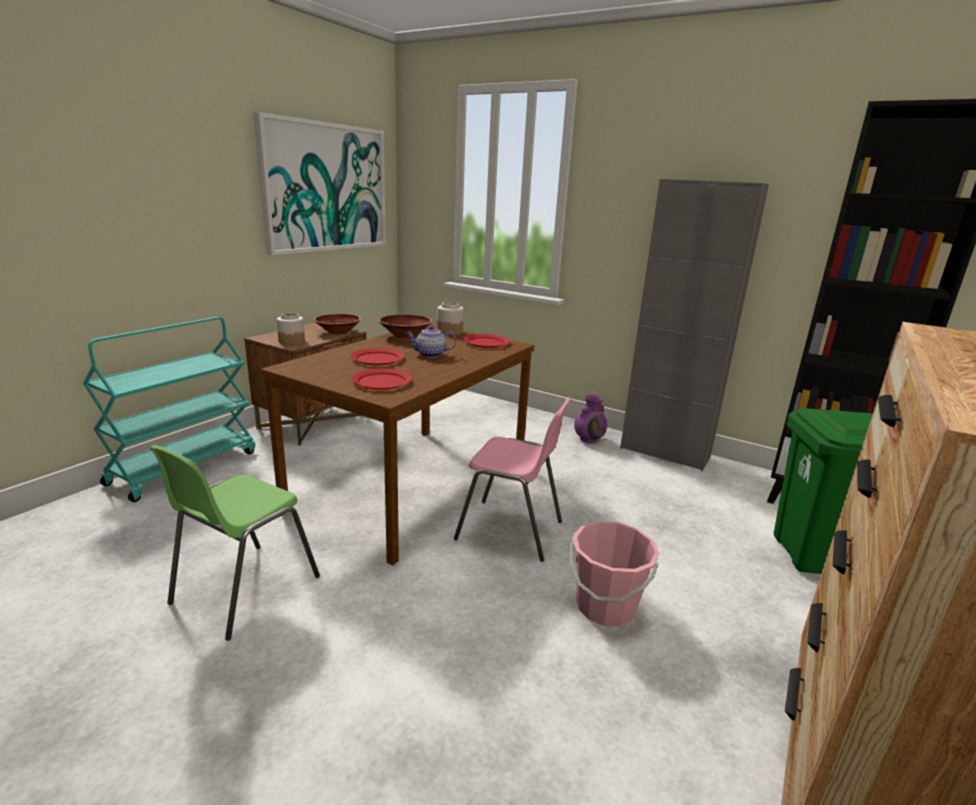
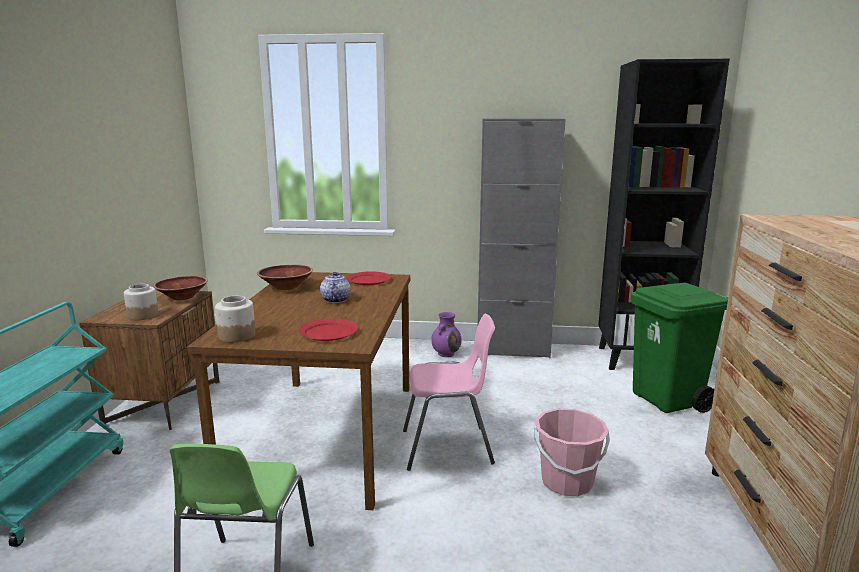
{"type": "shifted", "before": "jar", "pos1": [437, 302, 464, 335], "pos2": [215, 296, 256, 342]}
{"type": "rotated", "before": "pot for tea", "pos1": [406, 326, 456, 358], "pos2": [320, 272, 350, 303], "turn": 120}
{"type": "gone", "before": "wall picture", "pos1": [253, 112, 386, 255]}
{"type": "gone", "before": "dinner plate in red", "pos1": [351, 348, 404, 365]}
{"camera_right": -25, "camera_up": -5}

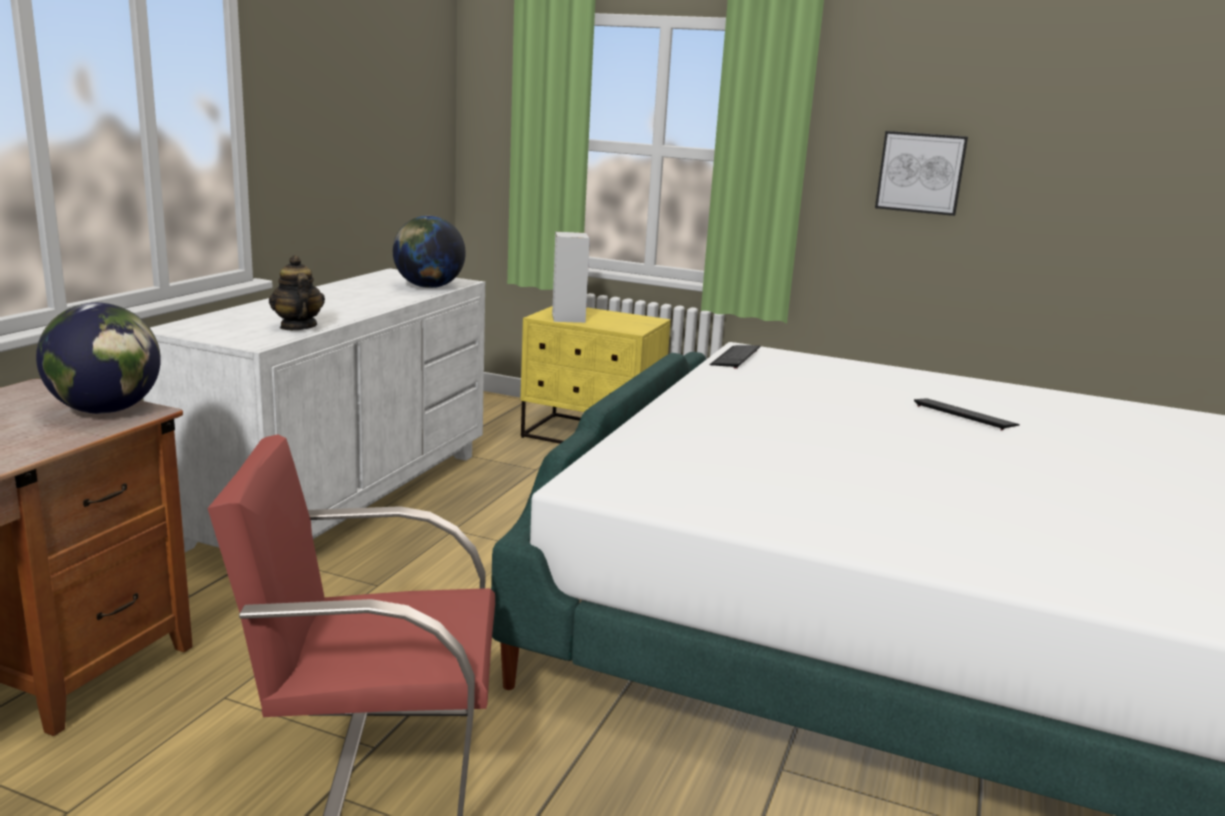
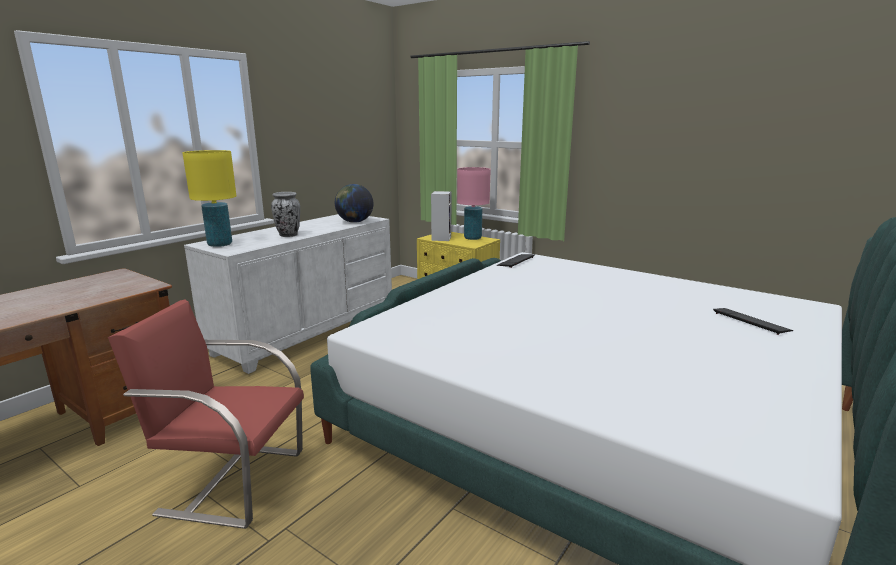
{"type": "new", "after": "table lamp in yellow-coloured", "pos2": [182, 150, 236, 247]}
{"type": "new", "after": "decorative vase", "pos2": [271, 192, 300, 237]}
{"type": "new", "after": "table lamp in pink-coloured", "pos2": [457, 167, 491, 240]}
{"type": "shifted", "before": "keyboard", "pos1": [914, 398, 1020, 431], "pos2": [713, 308, 793, 335]}
{"type": "gone", "before": "desk globe", "pos1": [36, 303, 161, 414]}
{"type": "gone", "before": "pot for tea", "pos1": [269, 255, 325, 330]}
{"type": "gone", "before": "wall picture", "pos1": [875, 131, 968, 216]}
{"camera_right": 15, "camera_up": 0}

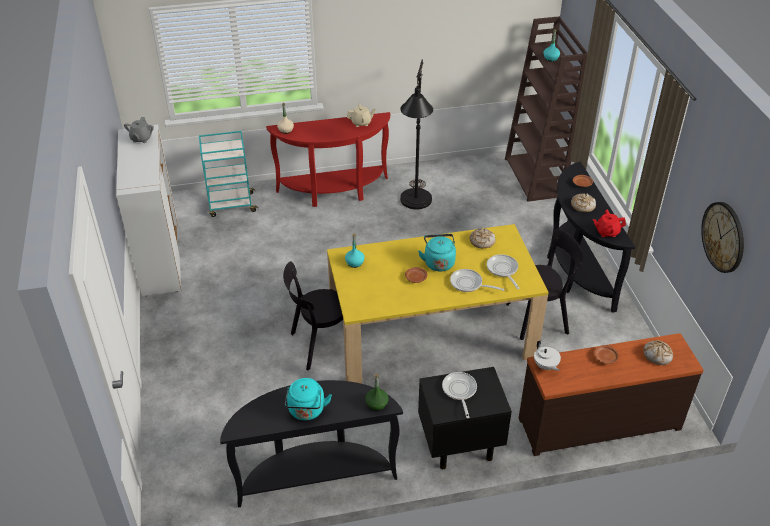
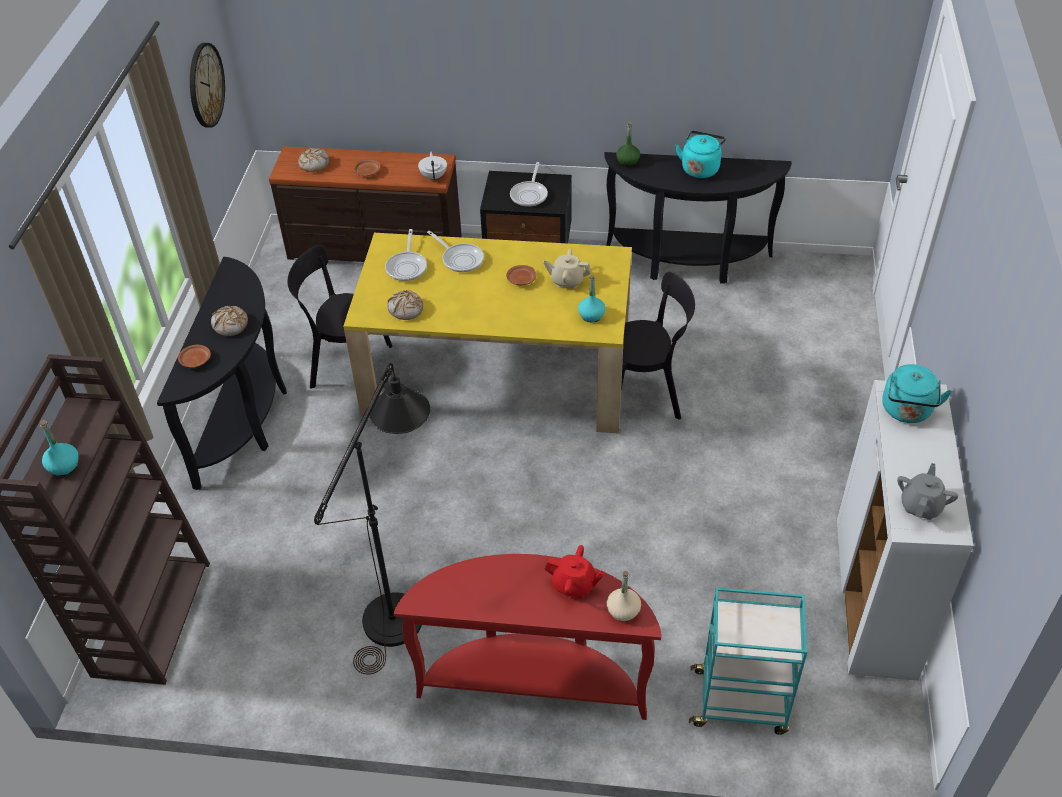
{"type": "shifted", "before": "pot for tea in beige", "pos1": [347, 104, 376, 127], "pos2": [543, 249, 591, 289]}
{"type": "shifted", "before": "pot for tea in red", "pos1": [593, 210, 626, 237], "pos2": [544, 545, 605, 598]}
{"type": "shifted", "before": "tea kettle in turquoise", "pos1": [418, 234, 456, 272], "pos2": [882, 364, 952, 423]}
{"camera_right": -160, "camera_up": 5}

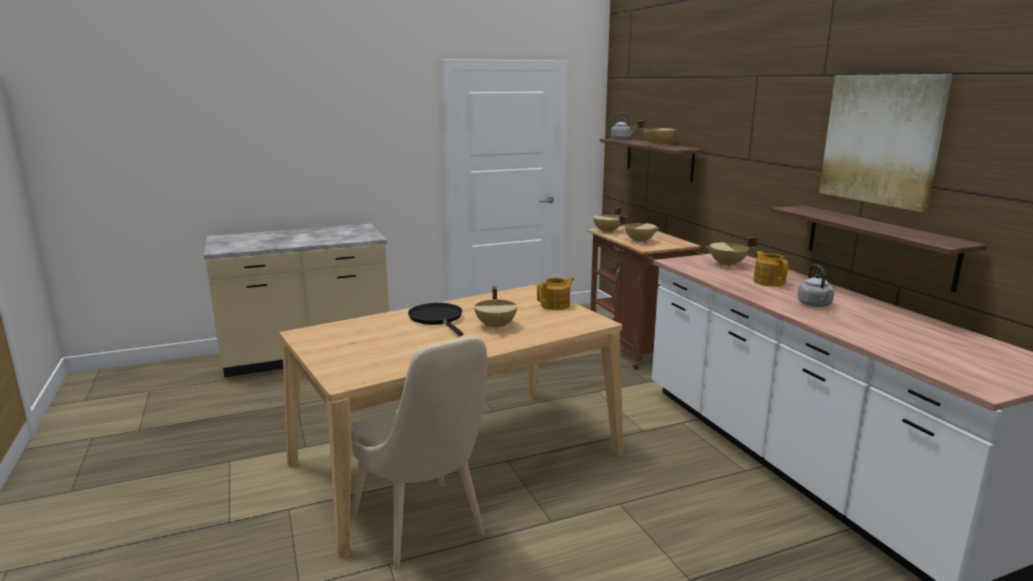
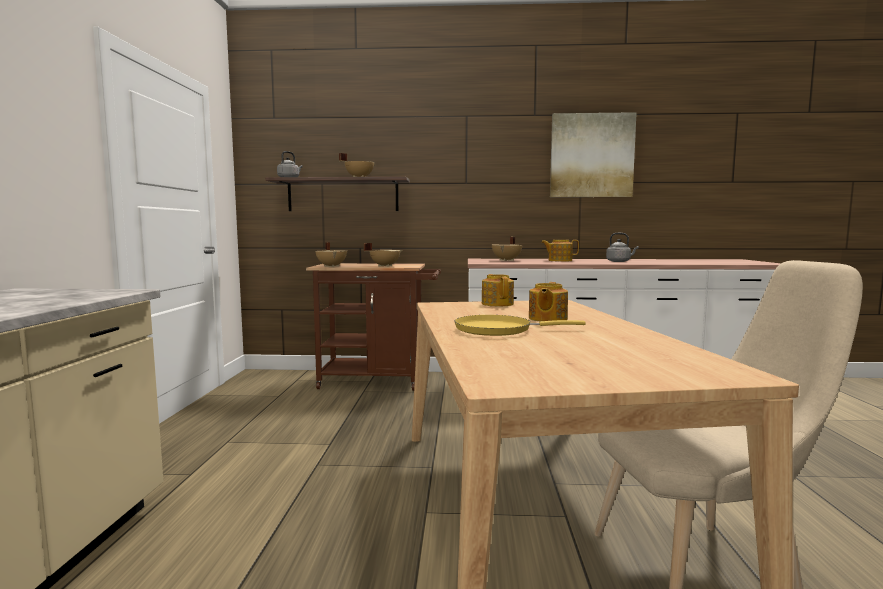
{"type": "repainted", "before": "frying pan in black-coloured", "after": "frying pan in yellow-coloured", "pos1": [408, 303, 463, 336], "pos2": [454, 315, 586, 336]}
{"type": "swapped", "before": "saucepot in beige", "after": "pot for tea", "pos1": [474, 286, 518, 330], "pos2": [529, 282, 568, 321]}
{"type": "gone", "before": "bracket shelf", "pos1": [772, 205, 987, 292]}
{"camera_right": -65, "camera_up": -10}

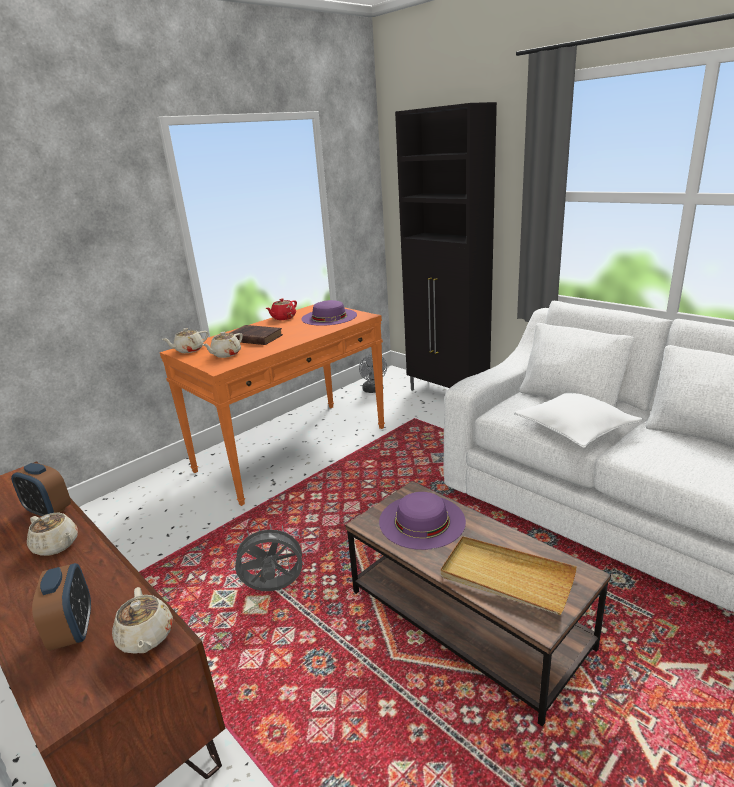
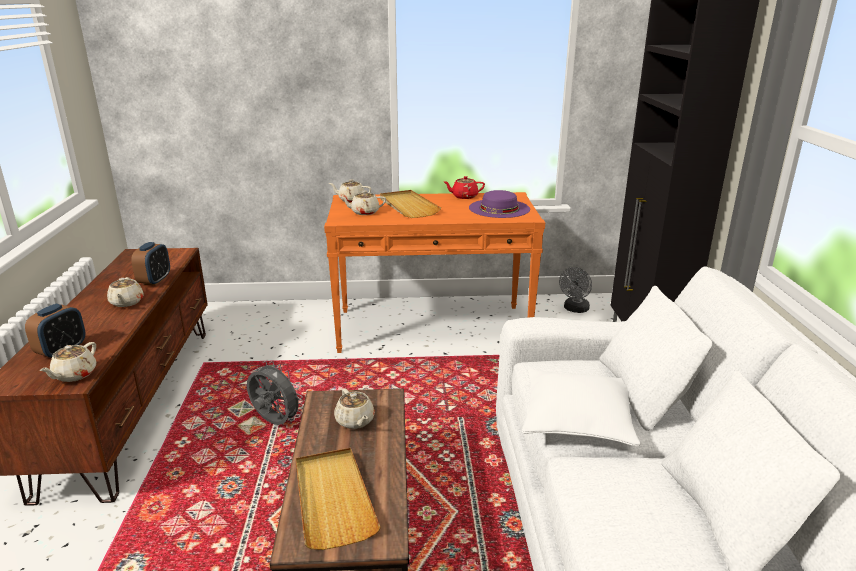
{"type": "rotated", "before": "table clock", "pos1": [11, 463, 71, 517], "pos2": [131, 242, 170, 286], "turn": -150}
{"type": "swapped", "before": "wearable hat in purple-coloured", "after": "pot for tea in beige", "pos1": [379, 492, 466, 550], "pos2": [334, 388, 375, 429]}
{"type": "swapped", "before": "bound book in brownish", "after": "tray in beige", "pos1": [230, 325, 283, 345], "pos2": [380, 190, 441, 218]}
{"camera_right": 40, "camera_up": 0}

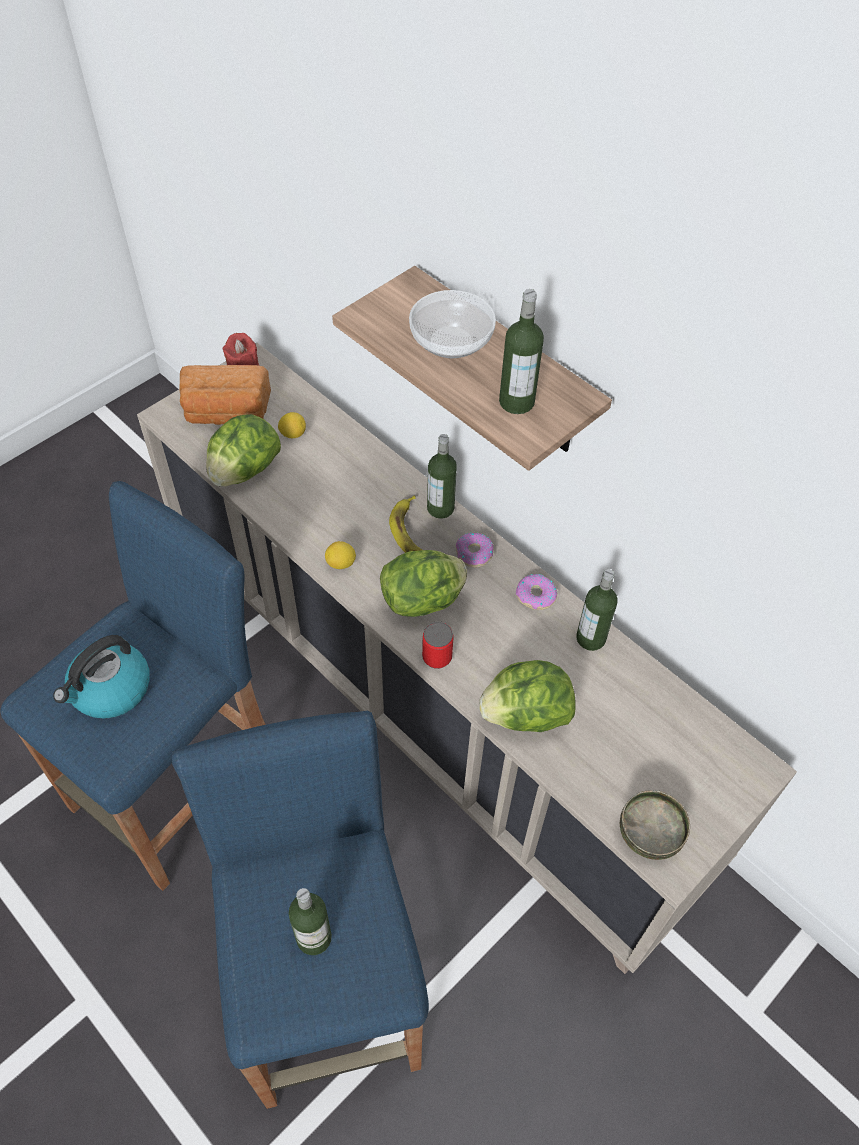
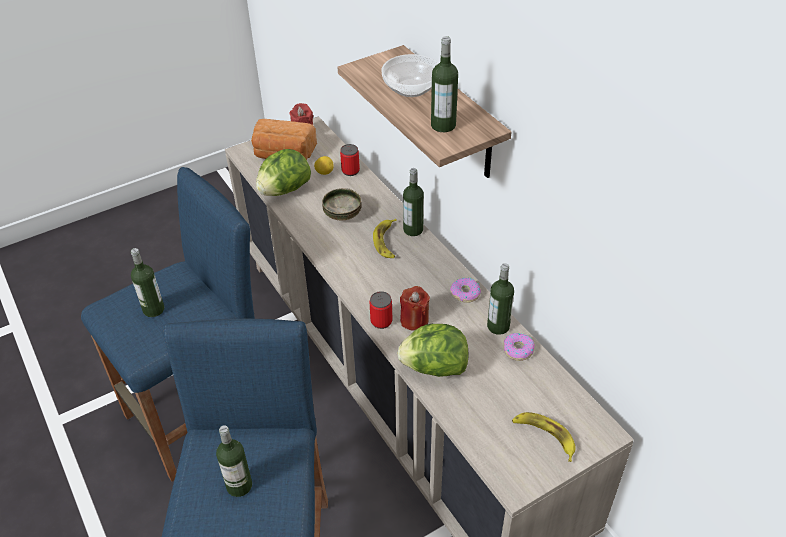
{"type": "swapped", "before": "tea kettle", "after": "bottle", "pos1": [53, 635, 150, 719], "pos2": [131, 248, 164, 317]}
{"type": "shifted", "before": "bowl", "pos1": [620, 790, 690, 860], "pos2": [322, 188, 362, 220]}
{"type": "new", "after": "metal can", "pos2": [340, 144, 360, 176]}
{"type": "new", "after": "wax light in red", "pos2": [400, 286, 430, 331]}
{"type": "shifted", "before": "donut", "pos1": [456, 533, 493, 568], "pos2": [504, 333, 535, 361]}
{"type": "new", "after": "whole banana", "pos2": [512, 412, 576, 462]}
{"type": "gone", "before": "whole lemon", "pos1": [325, 541, 356, 569]}
{"type": "gone", "before": "lettuce", "pos1": [380, 550, 467, 617]}
{"camera_right": 15, "camera_up": -10}

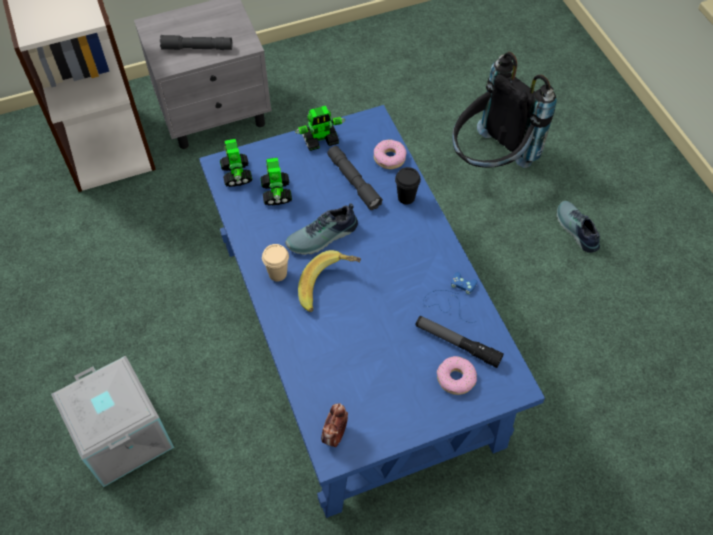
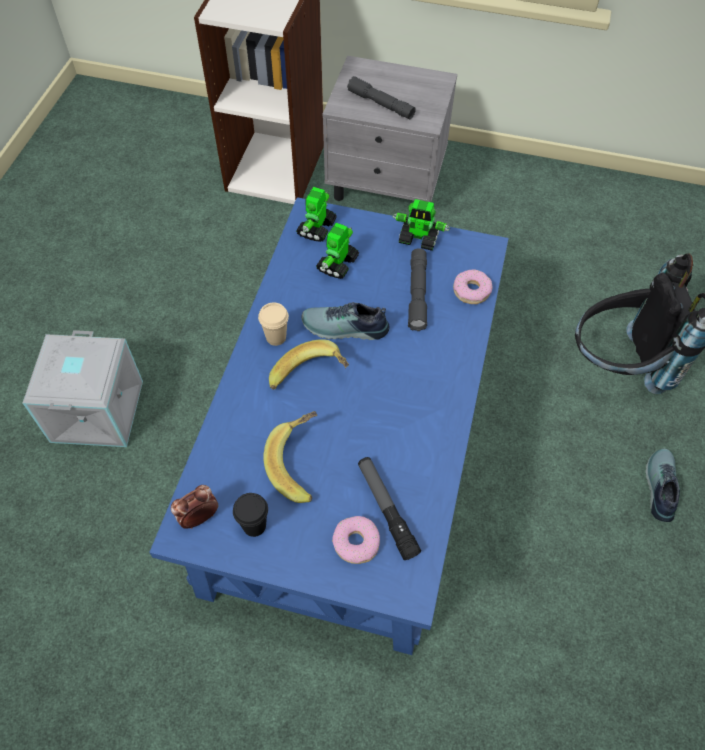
{"type": "shifted", "before": "drinking cup in black-coloured", "pos1": [395, 167, 421, 204], "pos2": [233, 493, 268, 537]}
{"type": "new", "after": "whole banana", "pos2": [263, 411, 317, 503]}
{"type": "gone", "before": "joypad in blue-coloured", "pos1": [423, 272, 477, 323]}
{"camera_right": 35, "camera_up": 0}

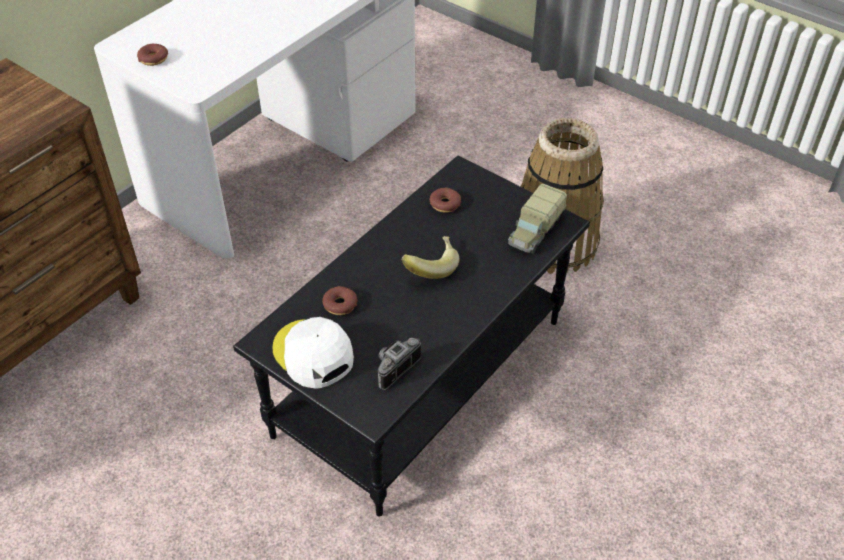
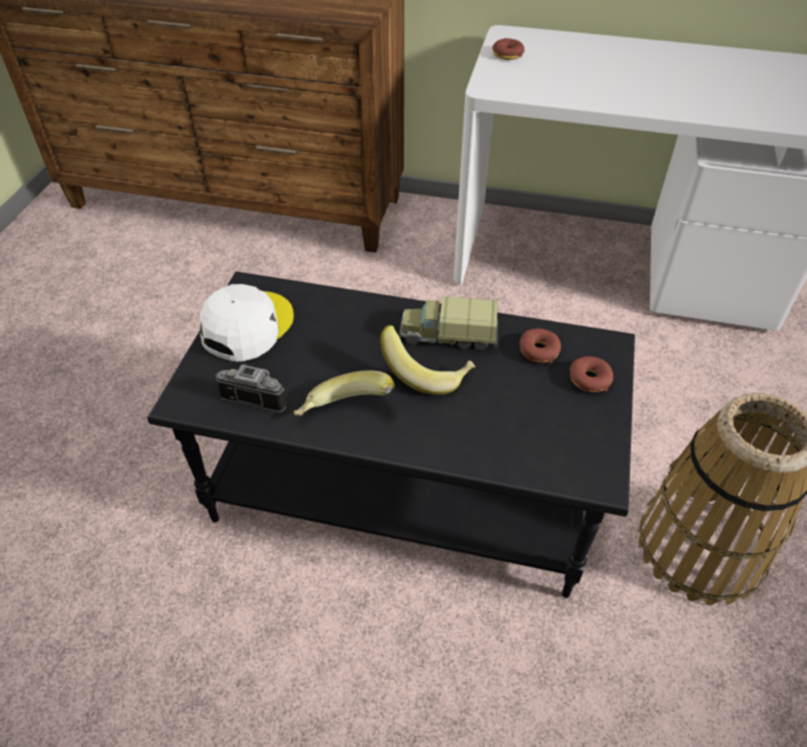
{"type": "new", "after": "whole banana", "pos2": [294, 370, 395, 416]}
{"type": "shifted", "before": "toy lorry", "pos1": [508, 184, 567, 253], "pos2": [400, 296, 498, 350]}
{"type": "shifted", "before": "donut", "pos1": [322, 286, 358, 315], "pos2": [570, 356, 613, 393]}
{"camera_right": 65, "camera_up": 0}

